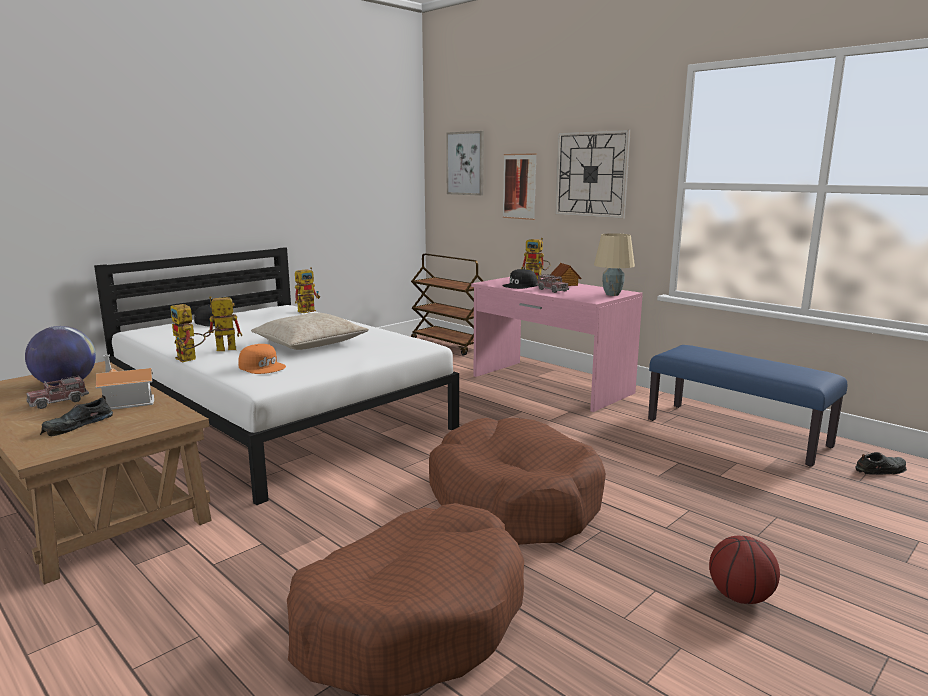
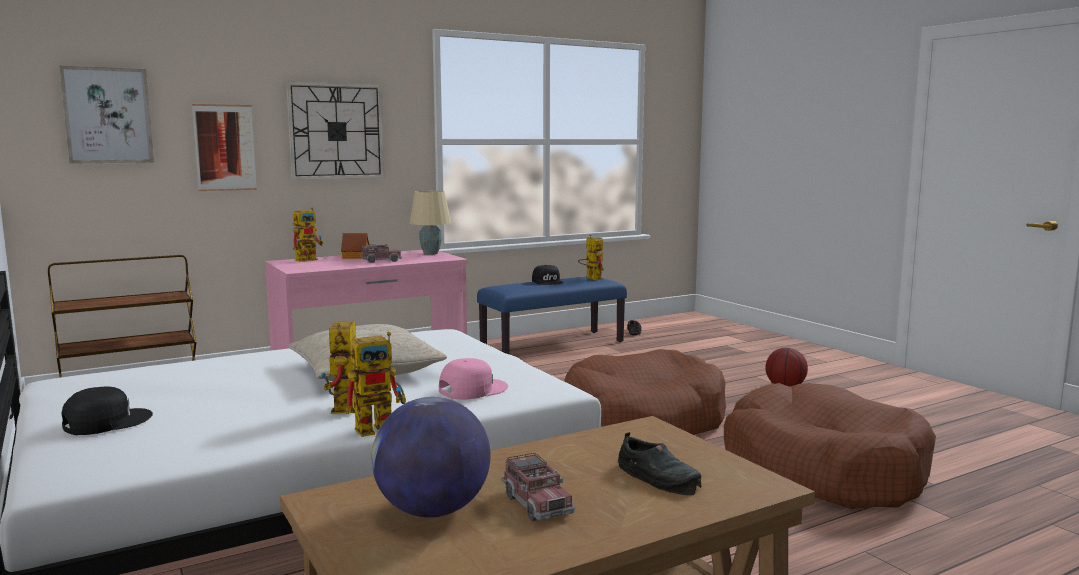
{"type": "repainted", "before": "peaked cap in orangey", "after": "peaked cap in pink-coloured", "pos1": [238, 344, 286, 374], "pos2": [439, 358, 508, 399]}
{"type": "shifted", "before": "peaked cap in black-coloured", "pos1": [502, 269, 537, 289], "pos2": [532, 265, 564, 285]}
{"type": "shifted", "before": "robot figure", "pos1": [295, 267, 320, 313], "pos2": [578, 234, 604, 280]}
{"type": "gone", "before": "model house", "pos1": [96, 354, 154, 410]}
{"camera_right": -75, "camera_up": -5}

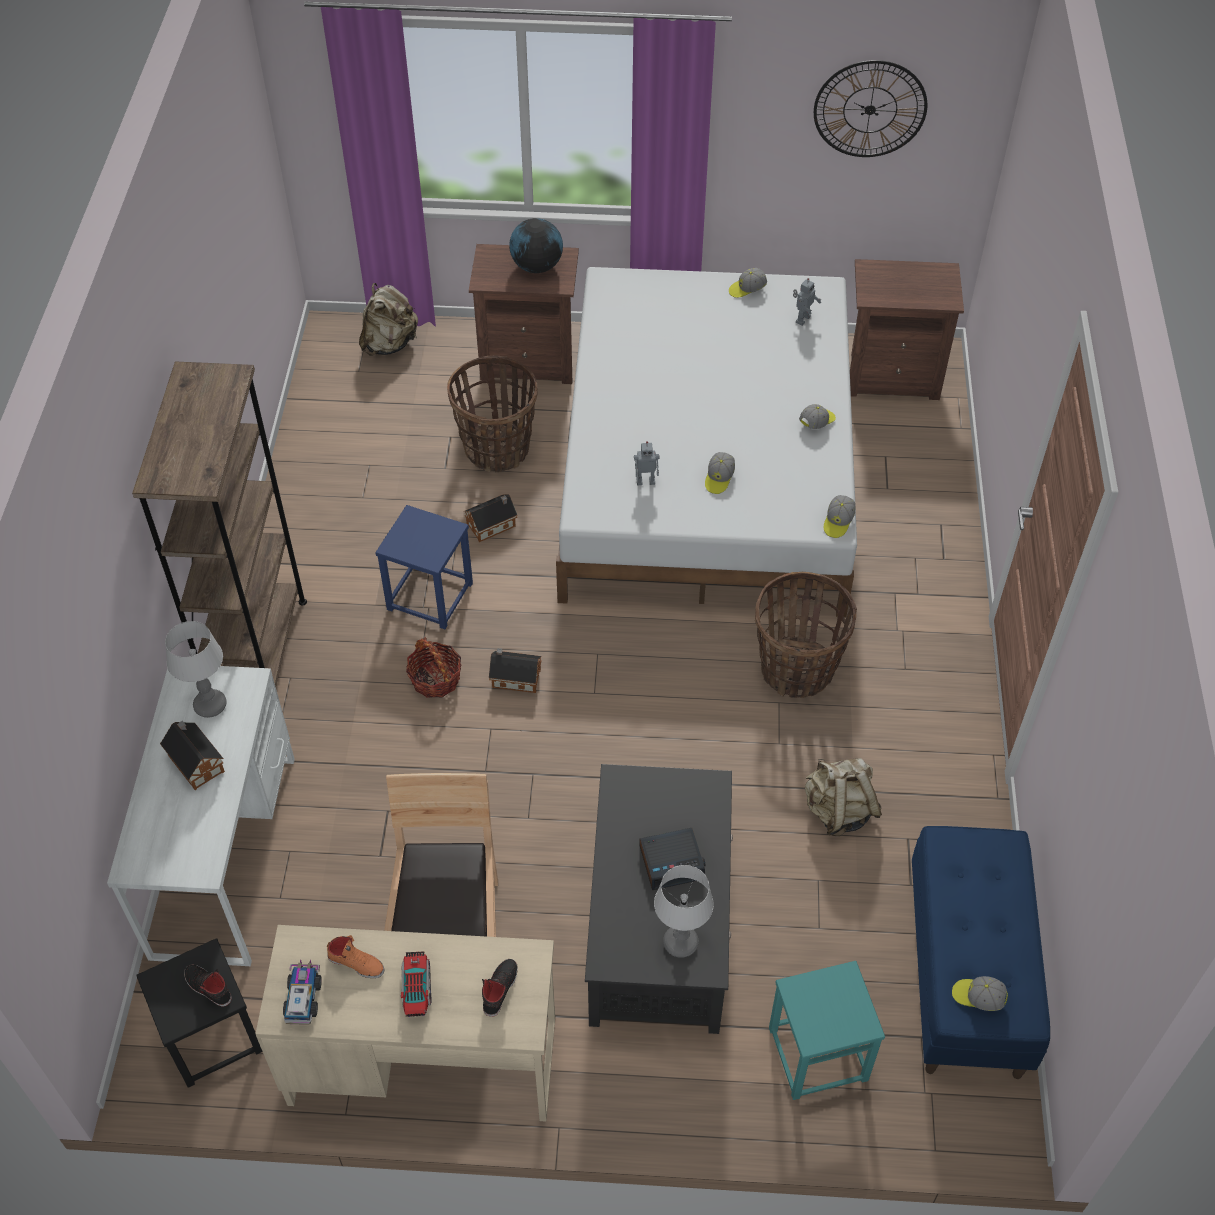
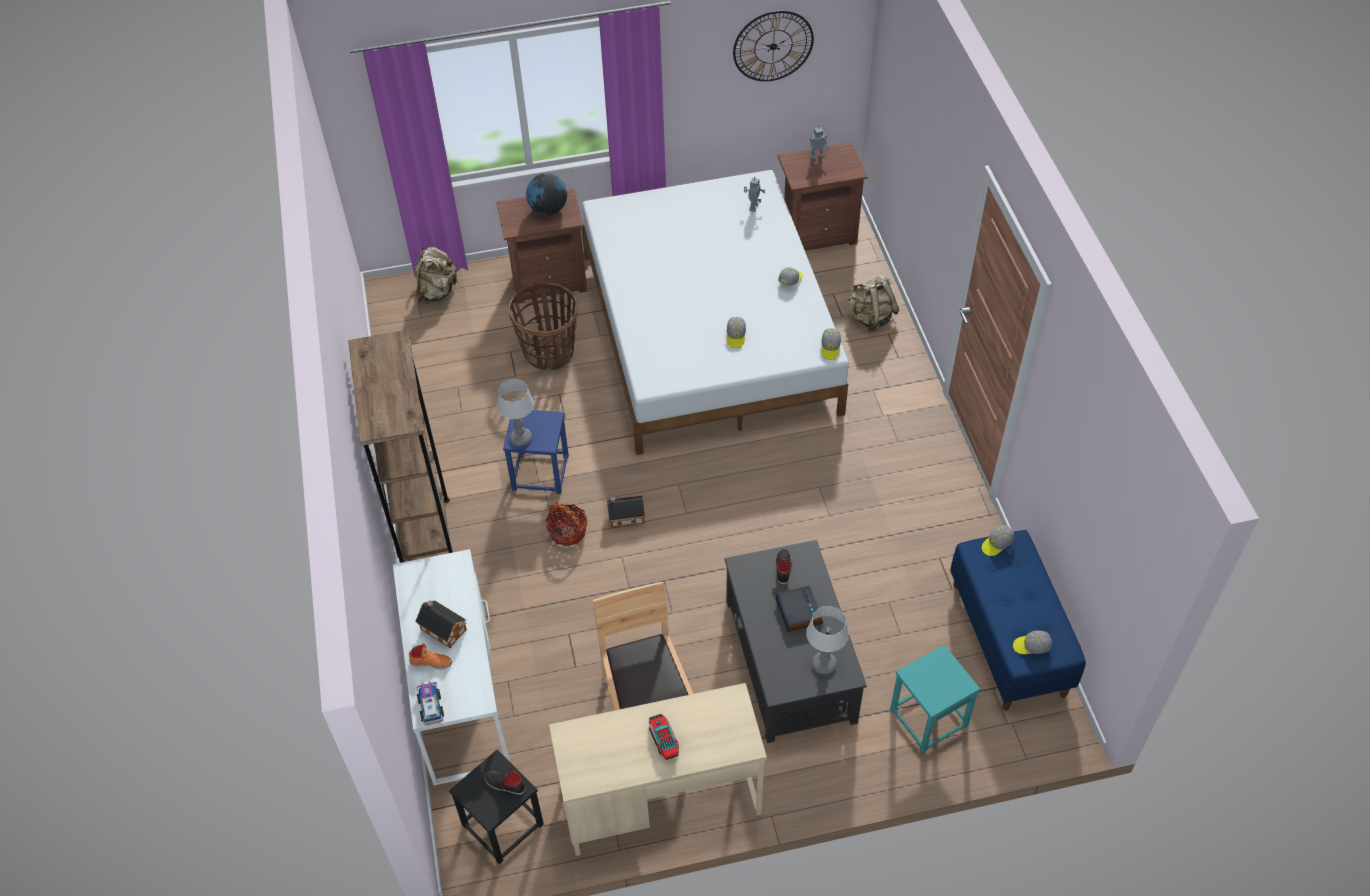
{"type": "shifted", "before": "shoe in orangey", "pos1": [327, 935, 385, 978], "pos2": [409, 643, 452, 669]}
{"type": "shifted", "before": "toy lorry", "pos1": [283, 959, 322, 1025], "pos2": [416, 681, 444, 726]}
{"type": "shifted", "before": "table lamp", "pos1": [165, 621, 227, 718], "pos2": [497, 379, 534, 446]}
{"type": "shifted", "before": "shoe in black-coloured", "pos1": [482, 959, 518, 1017], "pos2": [775, 549, 792, 585]}
{"type": "rotated", "before": "table clock", "pos1": [639, 828, 706, 890], "pos2": [776, 586, 823, 632], "turn": -75}
{"type": "shifted", "before": "robot figure", "pos1": [634, 441, 660, 485], "pos2": [810, 126, 829, 160]}
{"type": "shifted", "before": "knapsack in beige", "pos1": [805, 758, 882, 836], "pos2": [847, 275, 899, 331]}
{"type": "shifted", "before": "peaked cap", "pos1": [729, 268, 767, 298], "pos2": [982, 525, 1015, 556]}
{"type": "gone", "before": "model house", "pos1": [464, 494, 517, 542]}
{"type": "gone", "before": "household basket", "pos1": [755, 572, 857, 698]}
{"camera_right": -15, "camera_up": 0}

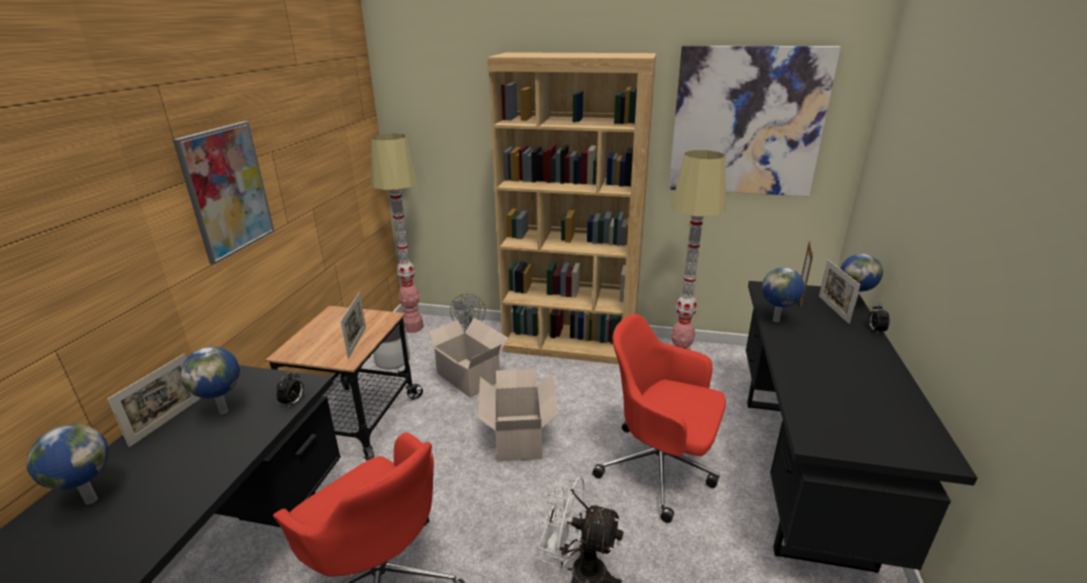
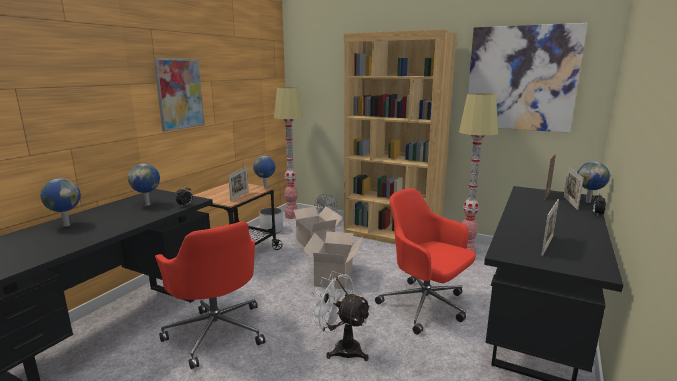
{"type": "shifted", "before": "desk globe", "pos1": [762, 267, 805, 322], "pos2": [253, 156, 276, 188]}
{"type": "shifted", "before": "picture frame", "pos1": [107, 354, 201, 447], "pos2": [541, 199, 559, 256]}
{"camera_right": 15, "camera_up": -10}

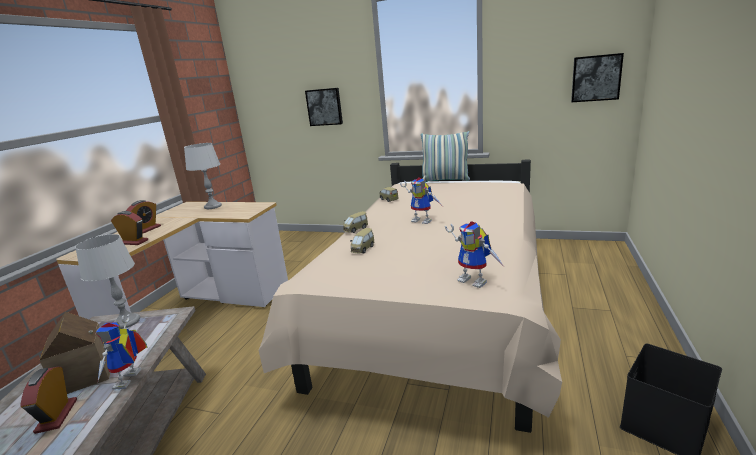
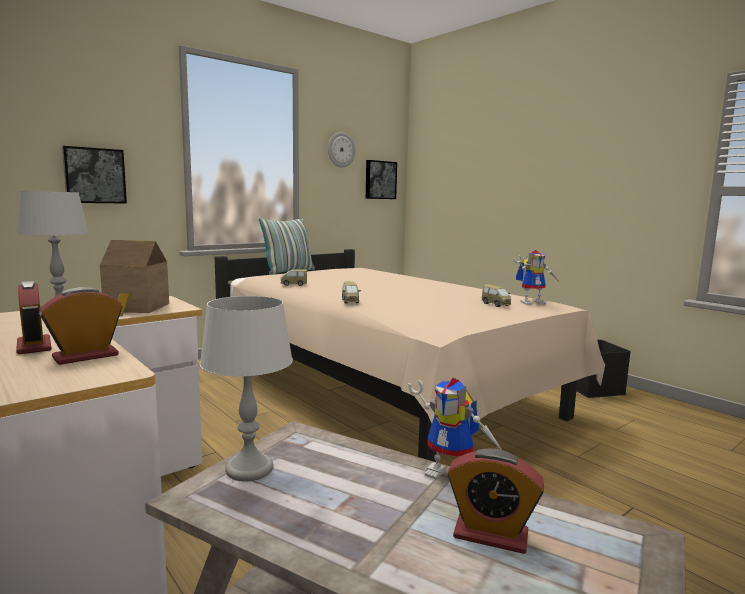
{"type": "shifted", "before": "model house", "pos1": [40, 312, 110, 394], "pos2": [100, 240, 169, 316]}
{"type": "new", "after": "hanging clock", "pos2": [328, 132, 355, 167]}
{"type": "shifted", "before": "toy car", "pos1": [350, 228, 374, 253], "pos2": [482, 284, 511, 307]}
{"type": "gone", "before": "robot figure", "pos1": [400, 177, 442, 224]}
{"camera_right": -60, "camera_up": -10}

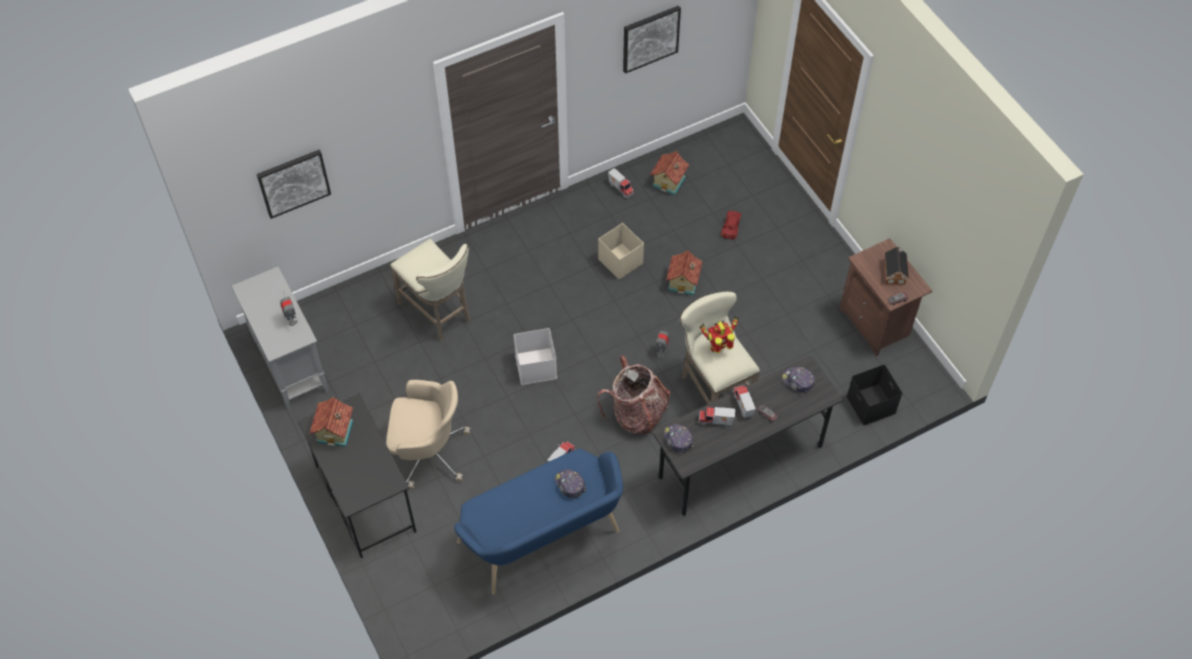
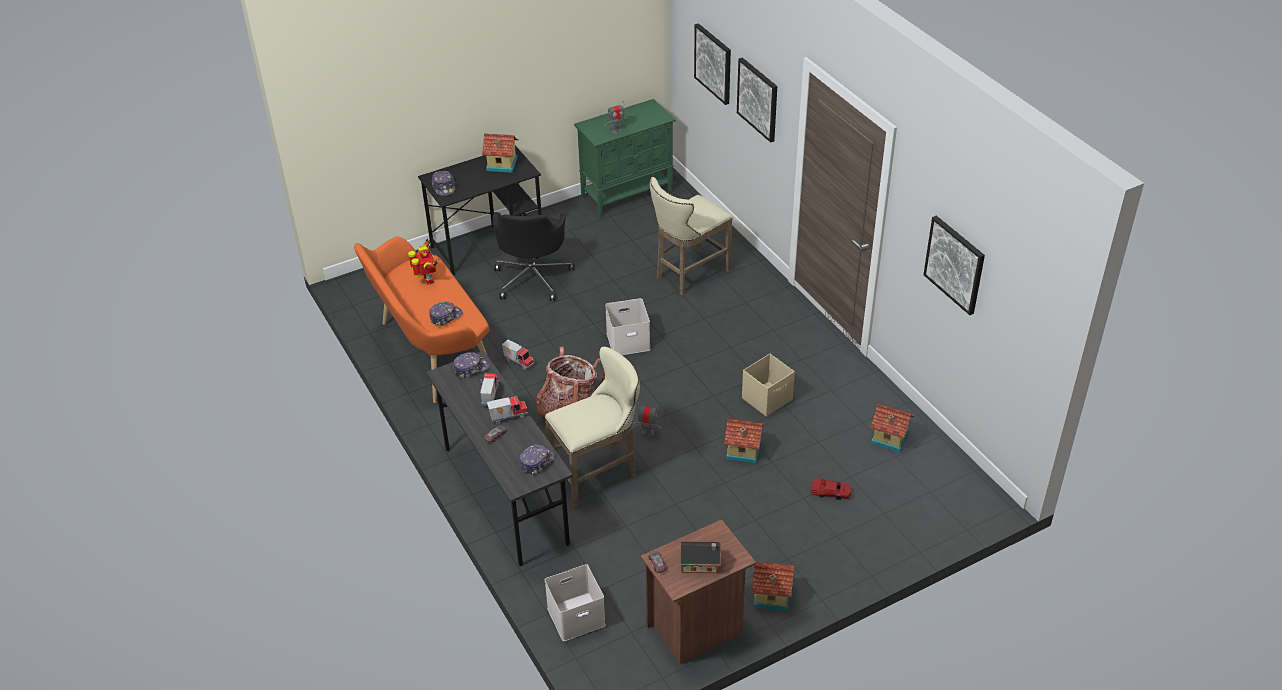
{"type": "repainted", "before": "long seat in blue-coloured", "after": "long seat in orangey", "pos1": [454, 448, 623, 595], "pos2": [354, 237, 490, 403]}
{"type": "shifted", "before": "robot figure", "pos1": [699, 316, 739, 353], "pos2": [408, 238, 438, 285]}
{"type": "new", "after": "peaked cap", "pos2": [431, 171, 455, 196]}
{"type": "repainted", "before": "computer chair in beige", "after": "computer chair in black-coloured", "pos1": [386, 380, 471, 490], "pos2": [493, 212, 575, 301]}
{"type": "repainted", "before": "storage box in black-coloured", "after": "storage box in white", "pos1": [846, 365, 902, 426], "pos2": [545, 564, 606, 641]}
{"type": "repainted", "before": "cabinet in greyish", "after": "cabinet in green-coloured", "pos1": [231, 267, 329, 409], "pos2": [574, 99, 676, 217]}
{"type": "new", "after": "wall picture", "pos2": [737, 57, 777, 143]}
{"type": "new", "after": "model house", "pos2": [752, 562, 794, 611]}
{"type": "gone", "before": "toy lorry", "pos1": [608, 168, 634, 198]}
{"camera_right": 90, "camera_up": -15}

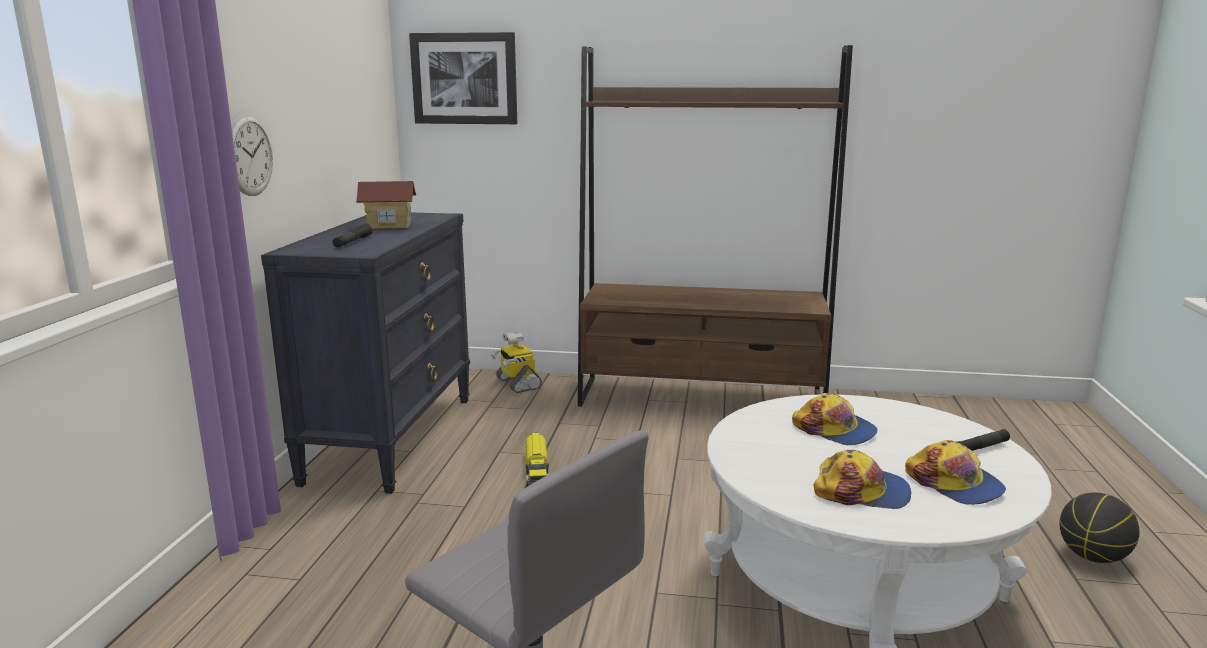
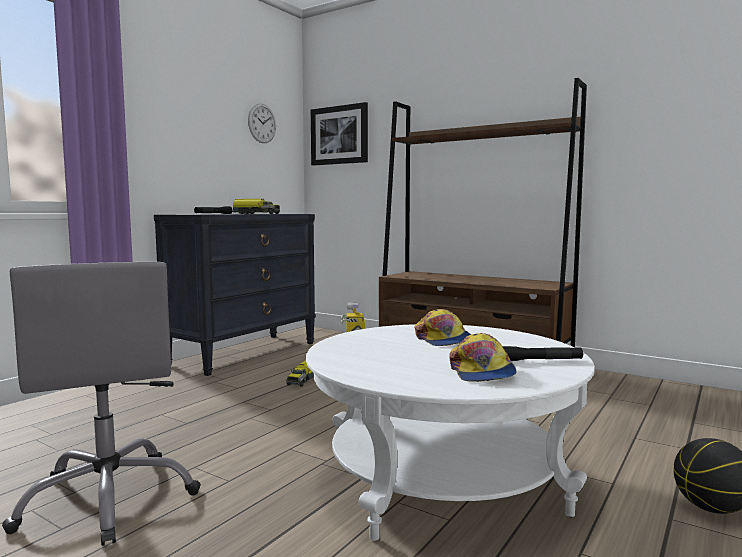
{"type": "swapped", "before": "model house", "after": "toy lorry", "pos1": [356, 181, 416, 229], "pos2": [232, 199, 280, 214]}
{"type": "shifted", "before": "hanging clock", "pos1": [231, 115, 273, 196], "pos2": [248, 103, 276, 143]}
{"type": "gone", "before": "peaked cap", "pos1": [813, 450, 911, 509]}
{"camera_right": 25, "camera_up": -10}

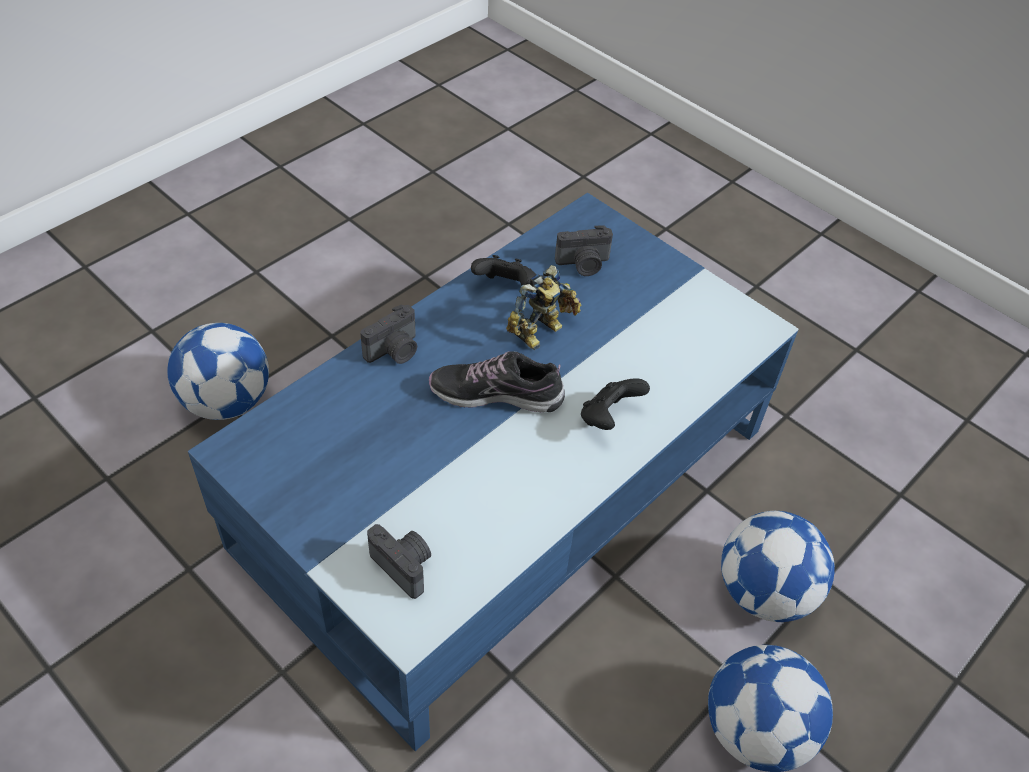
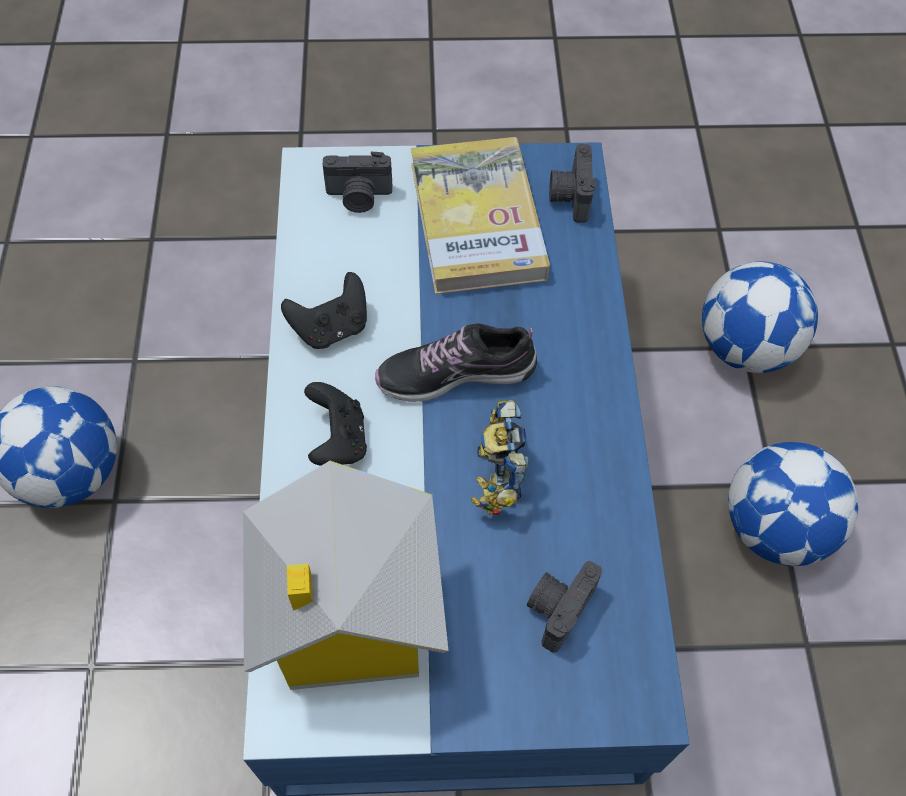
{"type": "new", "after": "model house", "pos2": [243, 461, 449, 690]}
{"type": "shifted", "before": "joypad in black-coloured", "pos1": [471, 255, 536, 286], "pos2": [281, 272, 367, 349]}
{"type": "rotated", "before": "shoe", "pos1": [429, 351, 565, 413], "pos2": [375, 323, 537, 402], "turn": -150}
{"type": "new", "after": "bound book", "pos2": [411, 137, 550, 294]}
{"type": "shifted", "before": "photo camera", "pos1": [360, 304, 417, 364], "pos2": [549, 144, 596, 223]}
{"type": "shifted", "before": "ball for football", "pos1": [721, 511, 835, 622], "pos2": [728, 442, 858, 566]}
{"camera_right": 135, "camera_up": 10}

